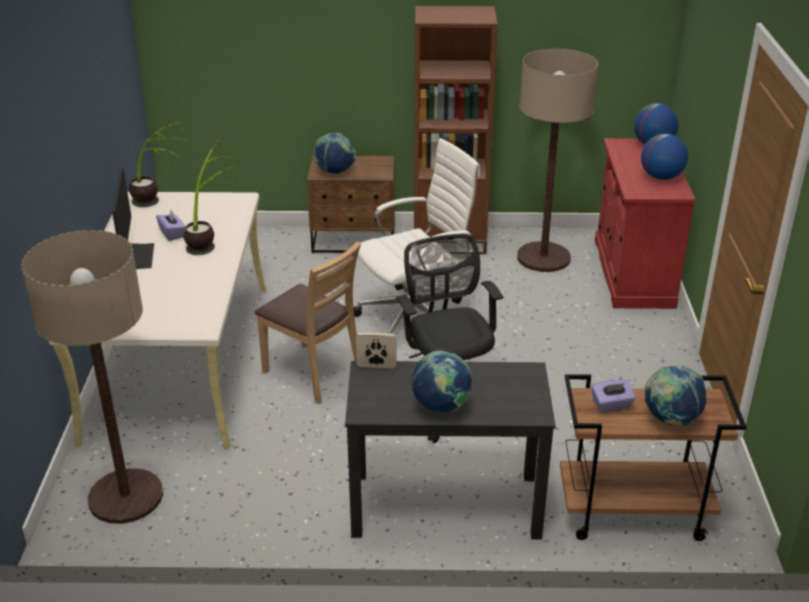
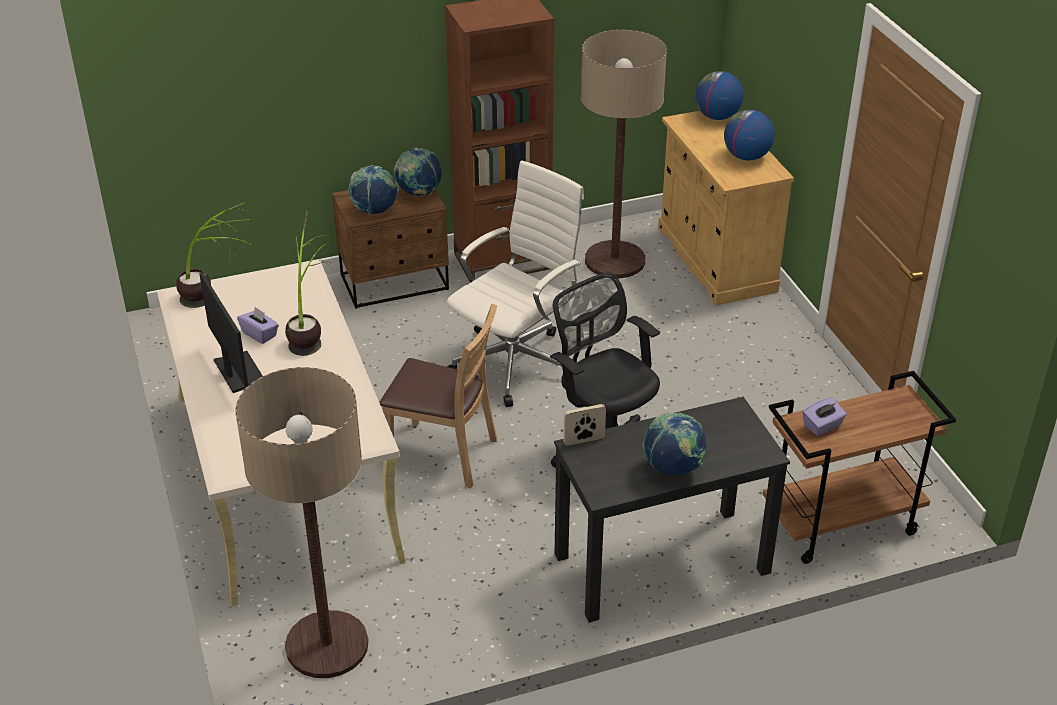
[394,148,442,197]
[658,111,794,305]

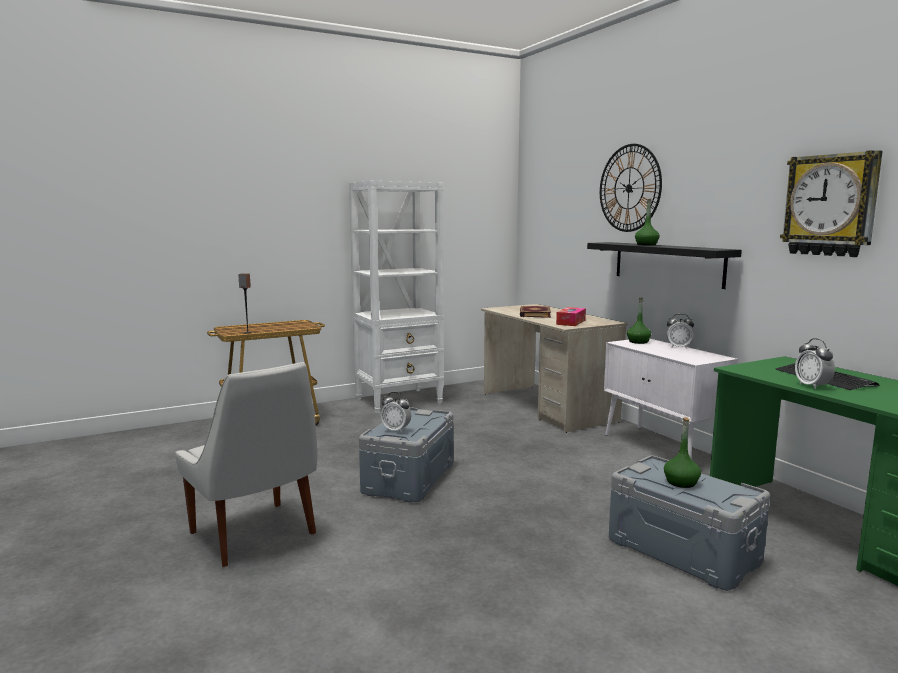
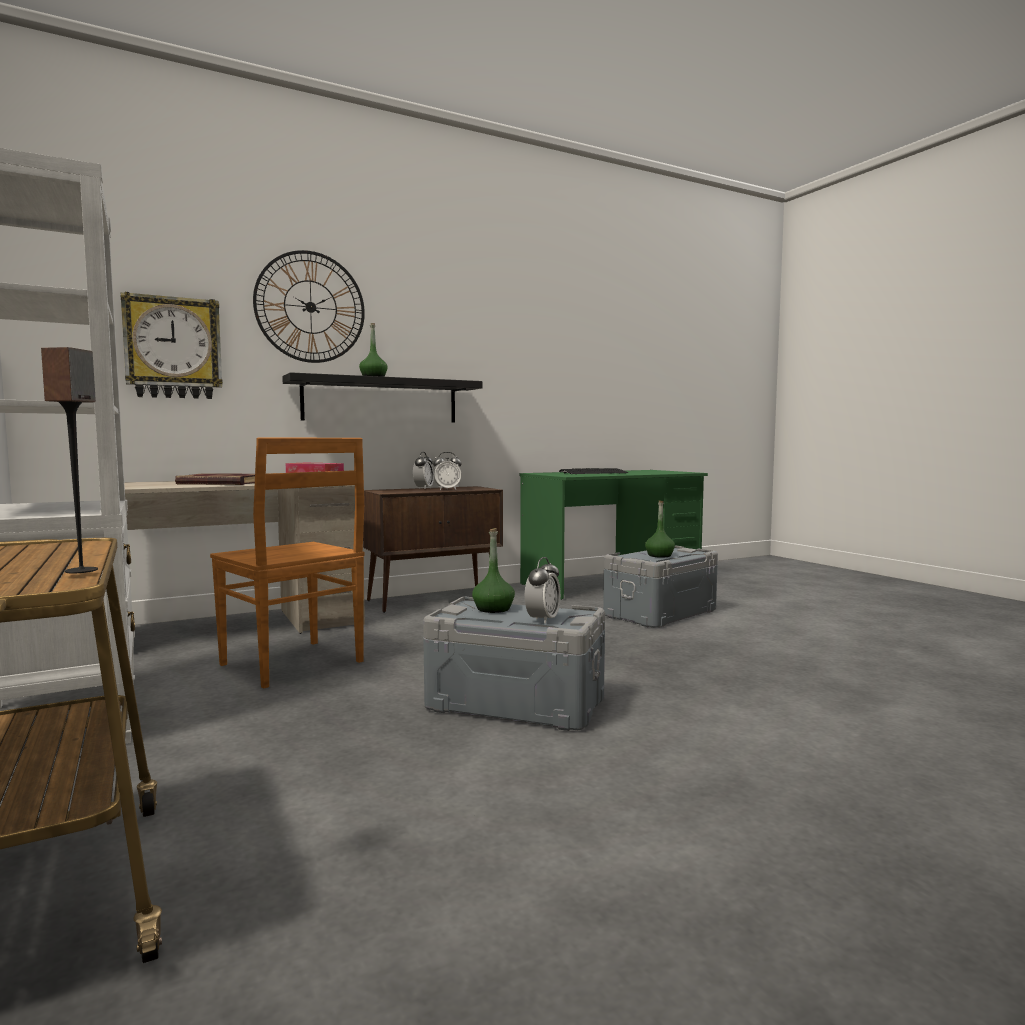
[121,292,223,399]
[210,437,364,688]
[363,486,503,613]
[433,452,462,490]
[472,528,515,613]
[175,362,318,567] (first image)

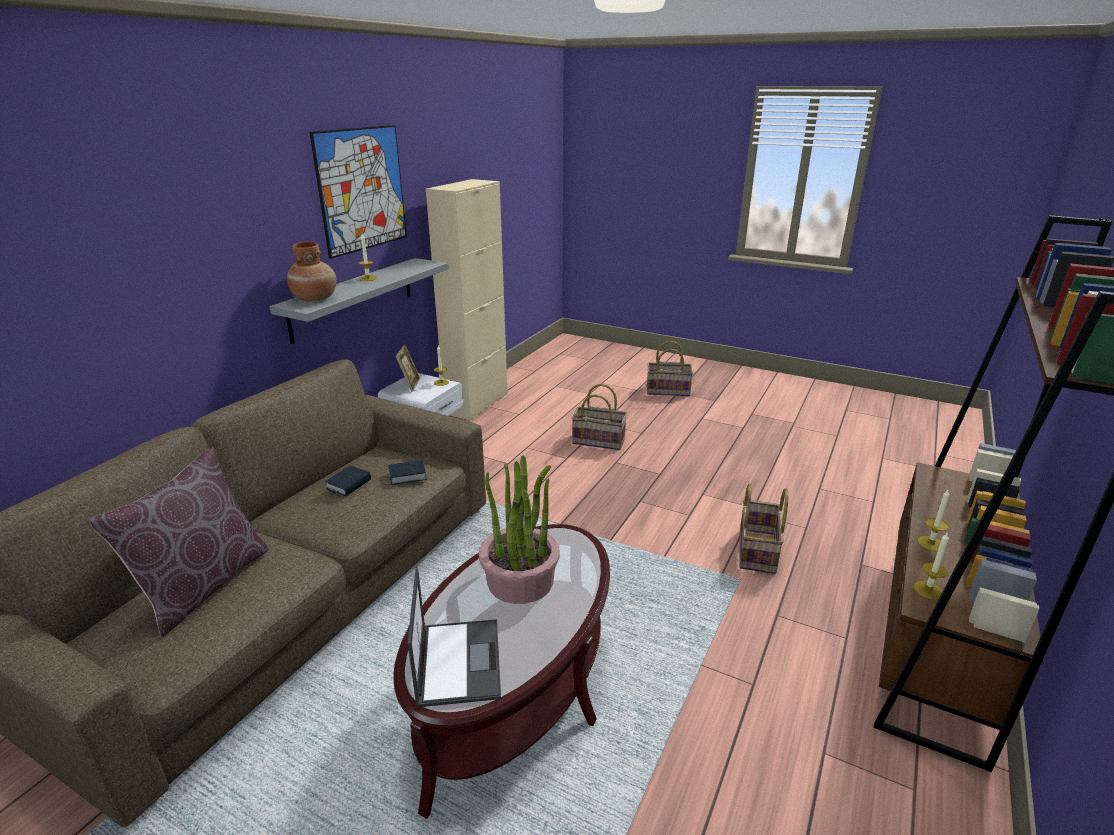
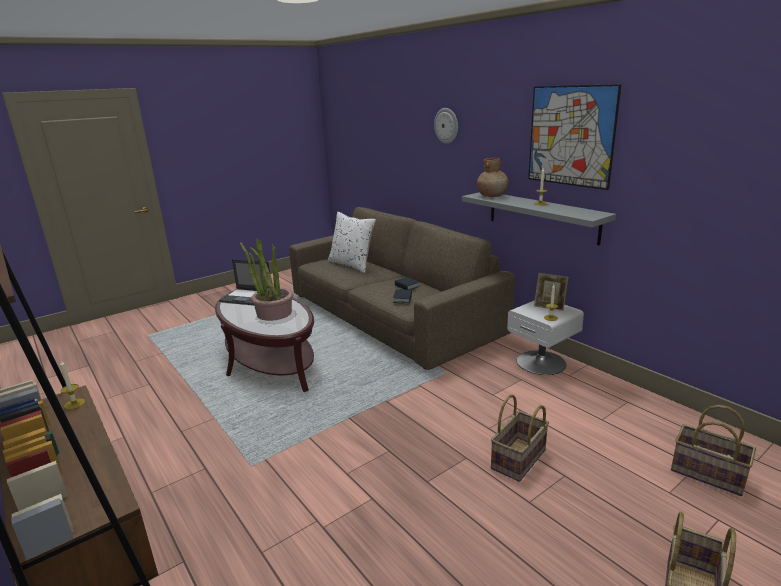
[328,212,376,273]
[434,108,458,144]
[671,405,756,496]
[426,179,508,421] (first image)
[918,490,950,551] (first image)

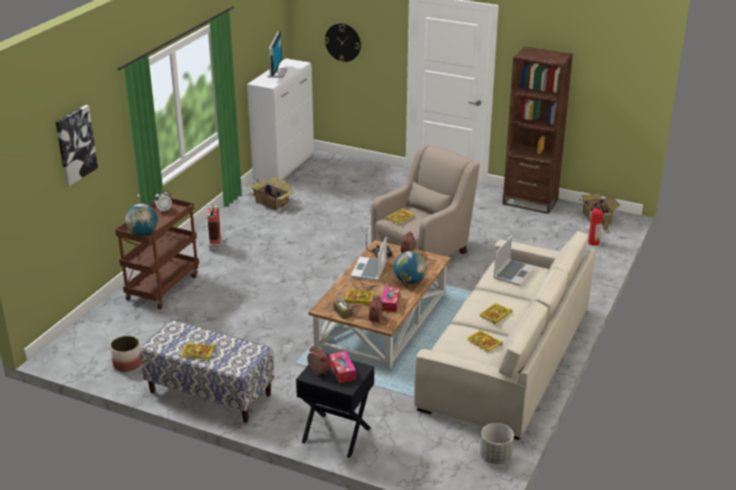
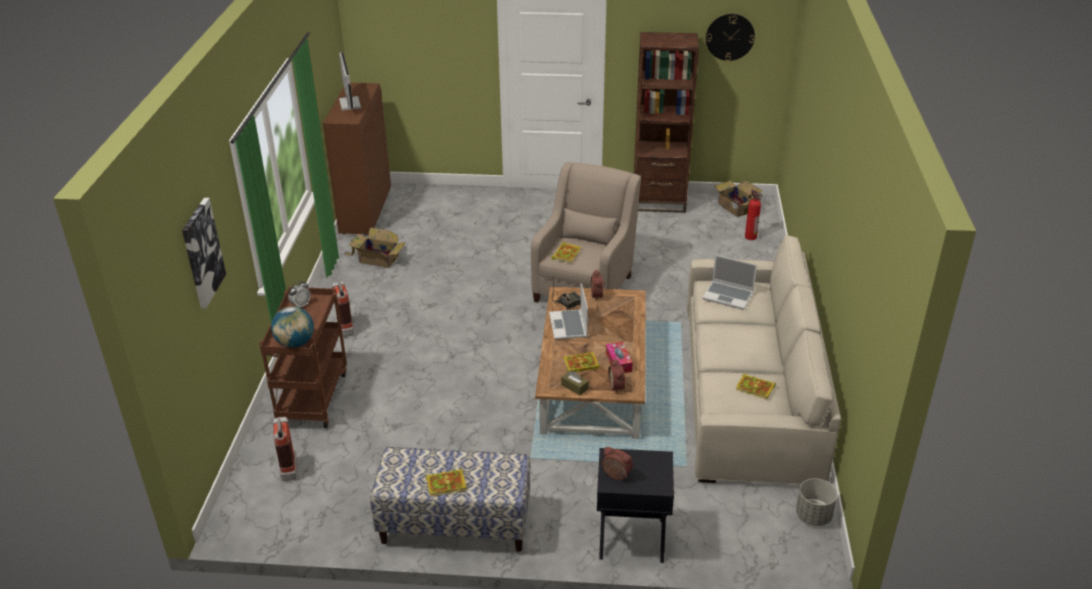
[273,417,297,481]
[323,83,391,235]
[702,255,757,310]
[706,14,755,61]
[110,336,141,372] (first image)
[329,351,356,383] (first image)
[394,251,427,284] (first image)
[479,303,513,324] (first image)

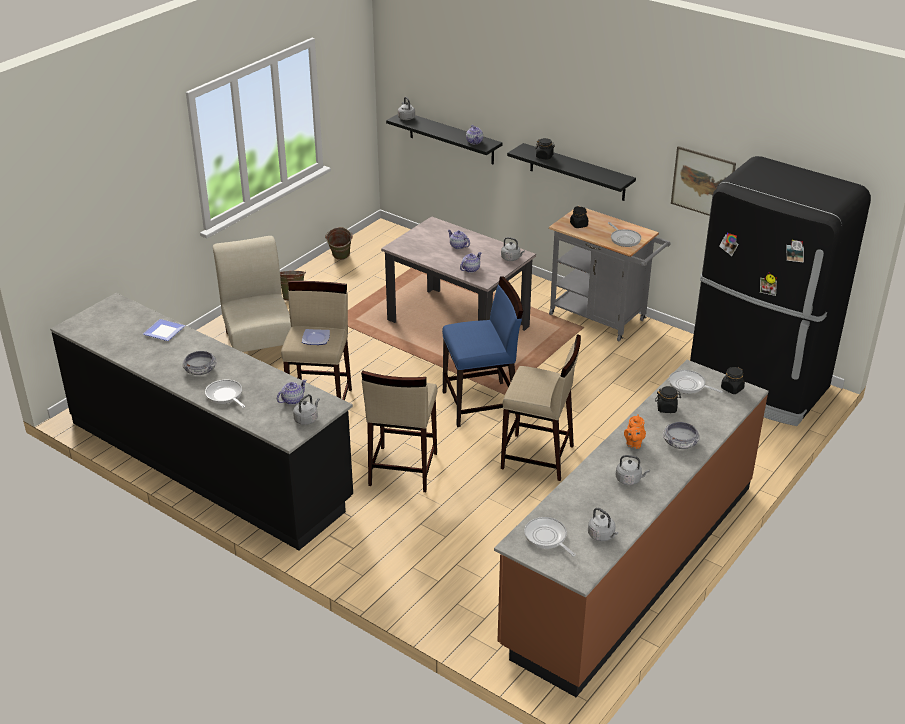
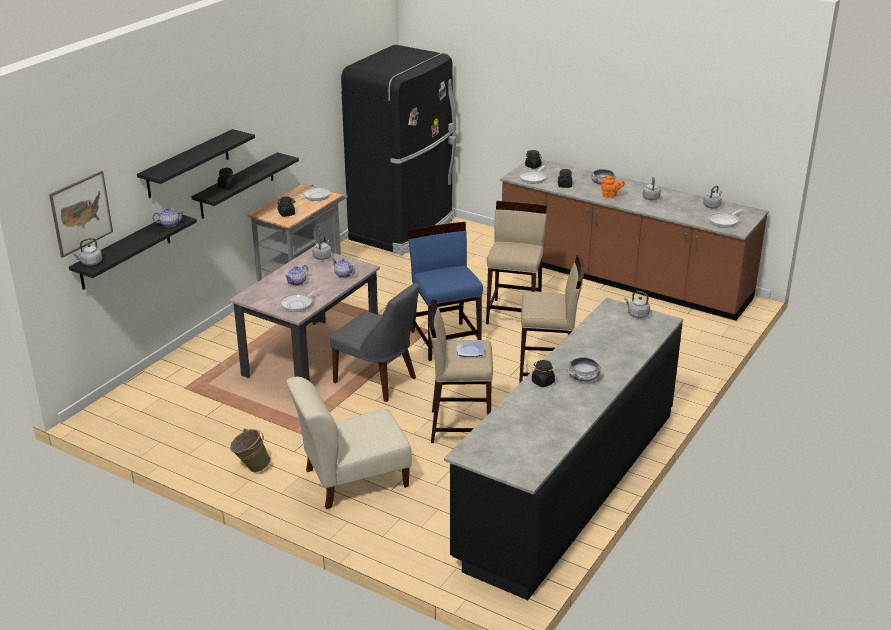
[49,171,113,258]
[137,129,255,198]
[280,289,322,312]
[330,283,419,402]
[532,360,555,387]
[143,319,185,341] (first image)
[277,379,307,405] (first image)
[325,227,353,260] (first image)

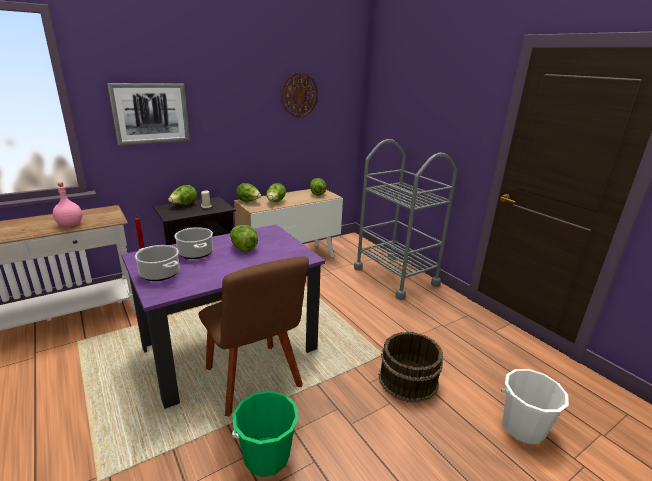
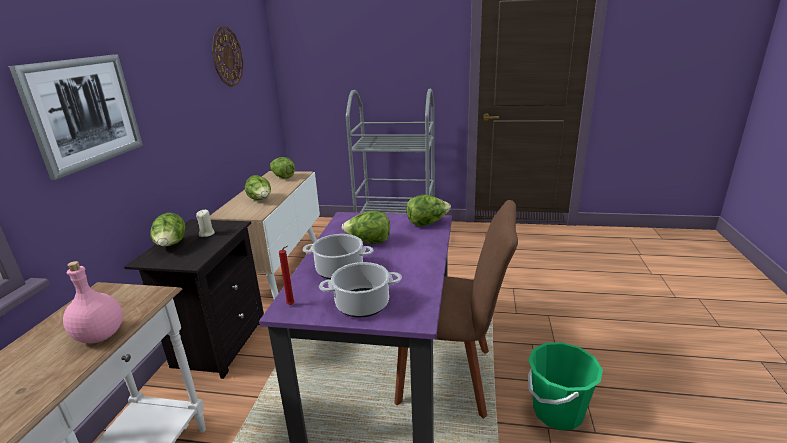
[406,195,451,226]
[379,332,443,403] (first image)
[501,369,569,444] (first image)

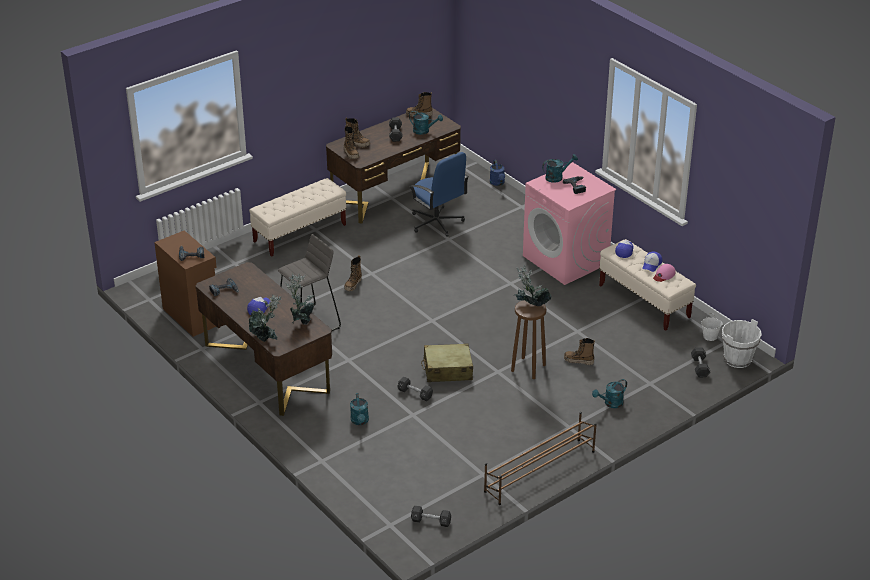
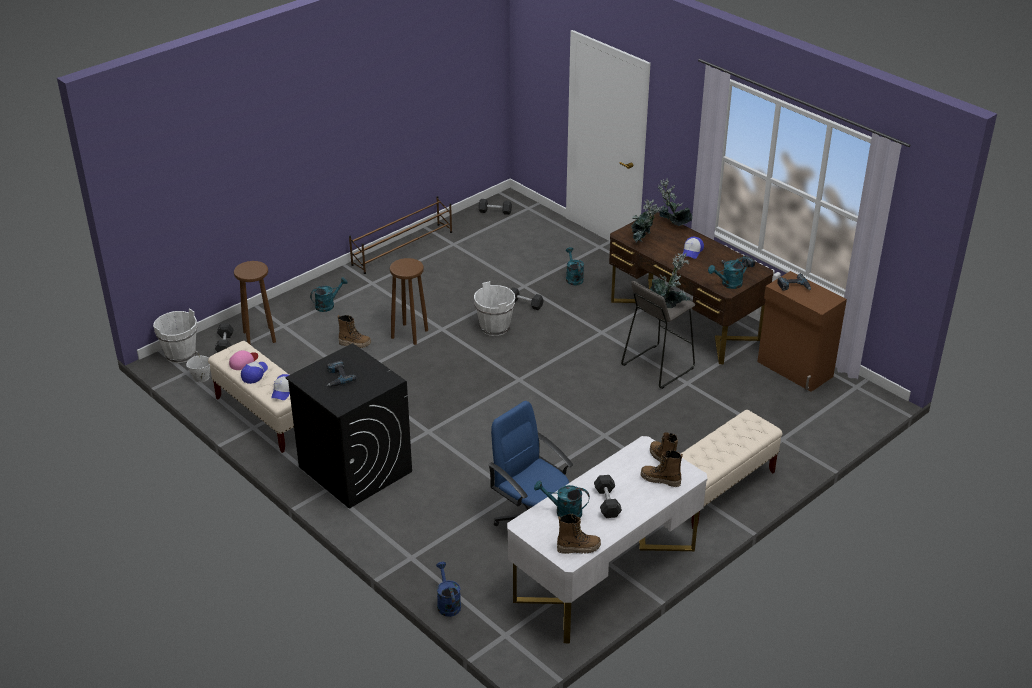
[234,261,276,345]
[285,343,412,509]
[474,281,515,336]
[507,436,708,643]
[649,253,690,308]
[708,257,748,289]
[344,255,362,291] (first image)

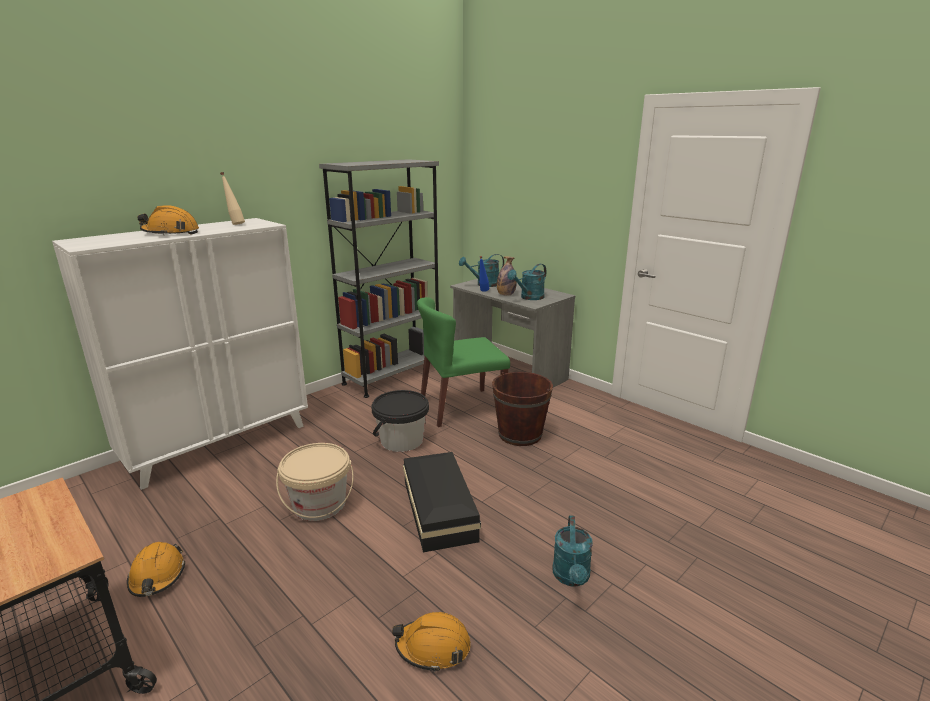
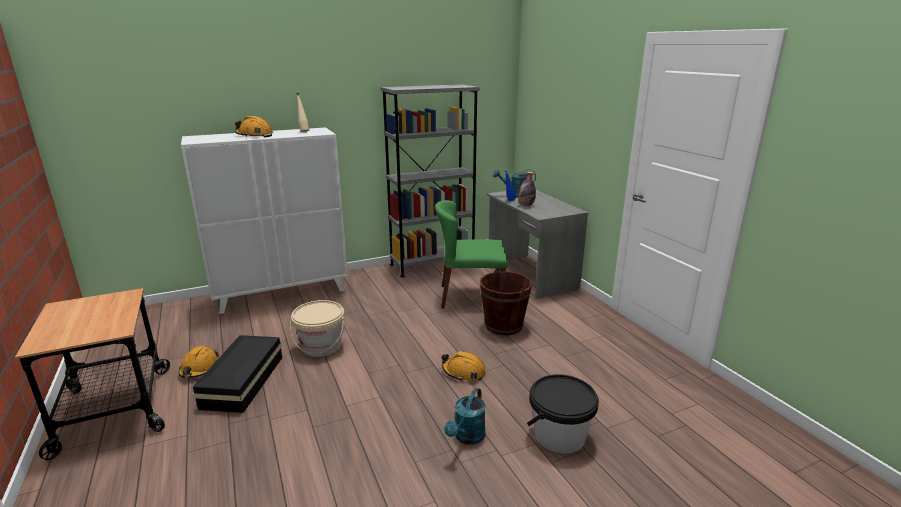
[193,335,282,413]
[441,351,486,381]
[527,374,599,453]
[507,264,547,300] (first image)

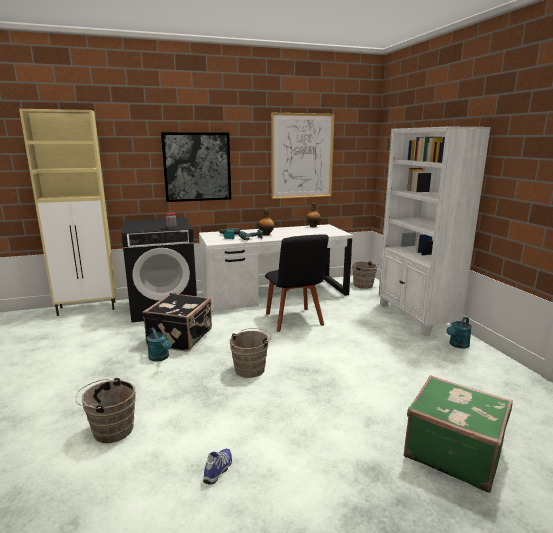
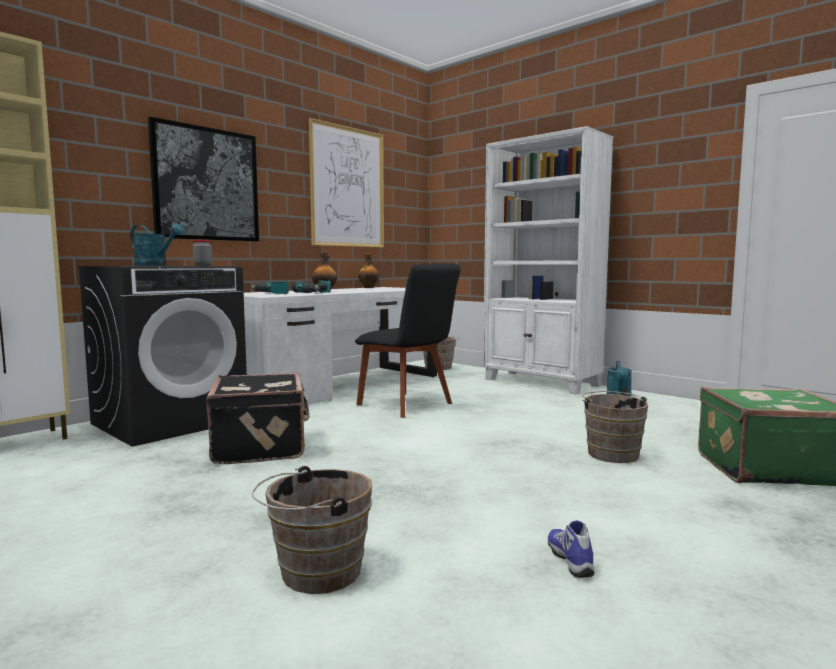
[130,223,184,266]
[582,391,648,463]

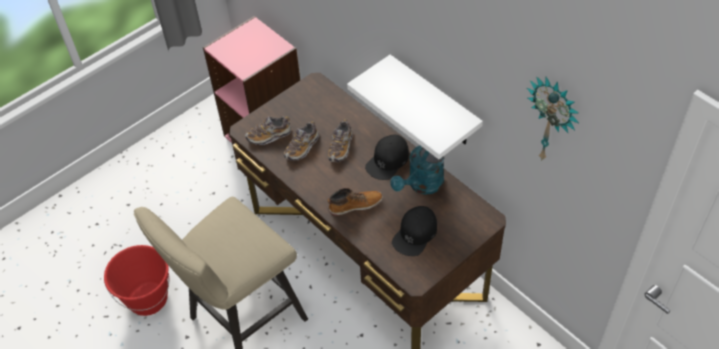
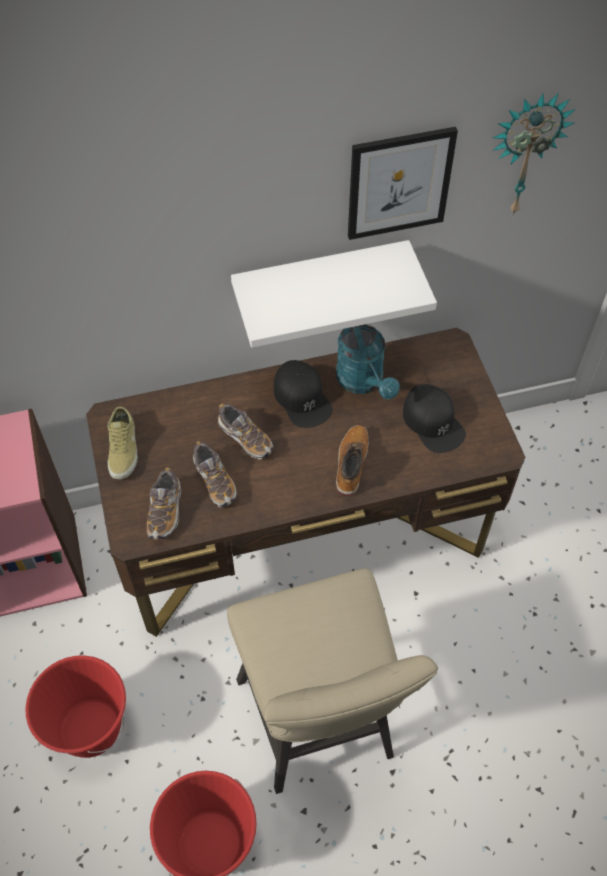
[25,656,126,758]
[107,407,138,479]
[348,127,458,240]

